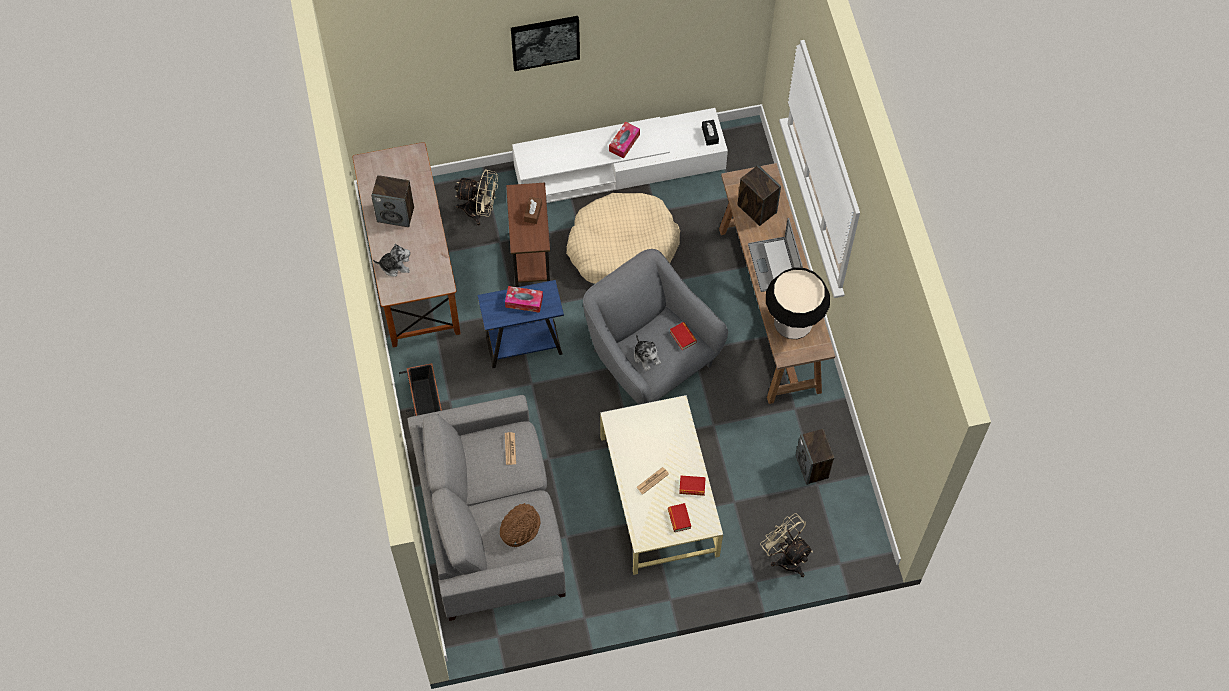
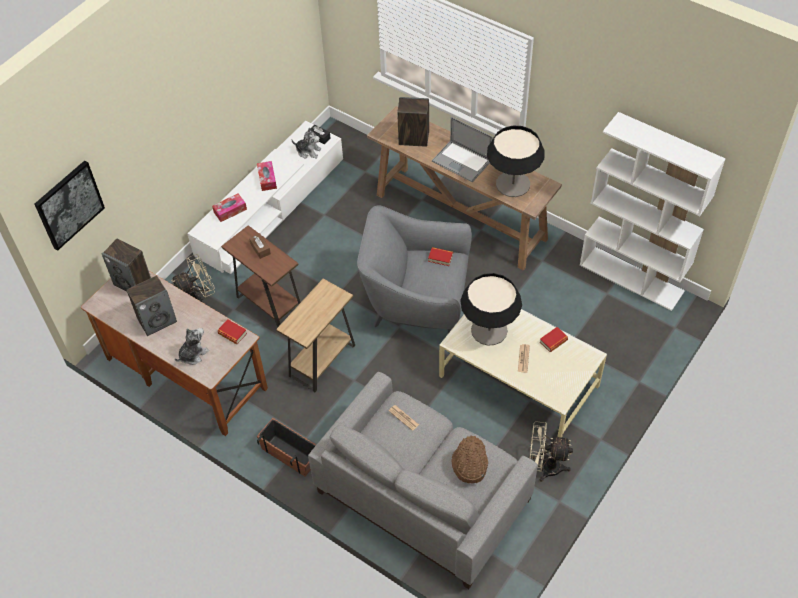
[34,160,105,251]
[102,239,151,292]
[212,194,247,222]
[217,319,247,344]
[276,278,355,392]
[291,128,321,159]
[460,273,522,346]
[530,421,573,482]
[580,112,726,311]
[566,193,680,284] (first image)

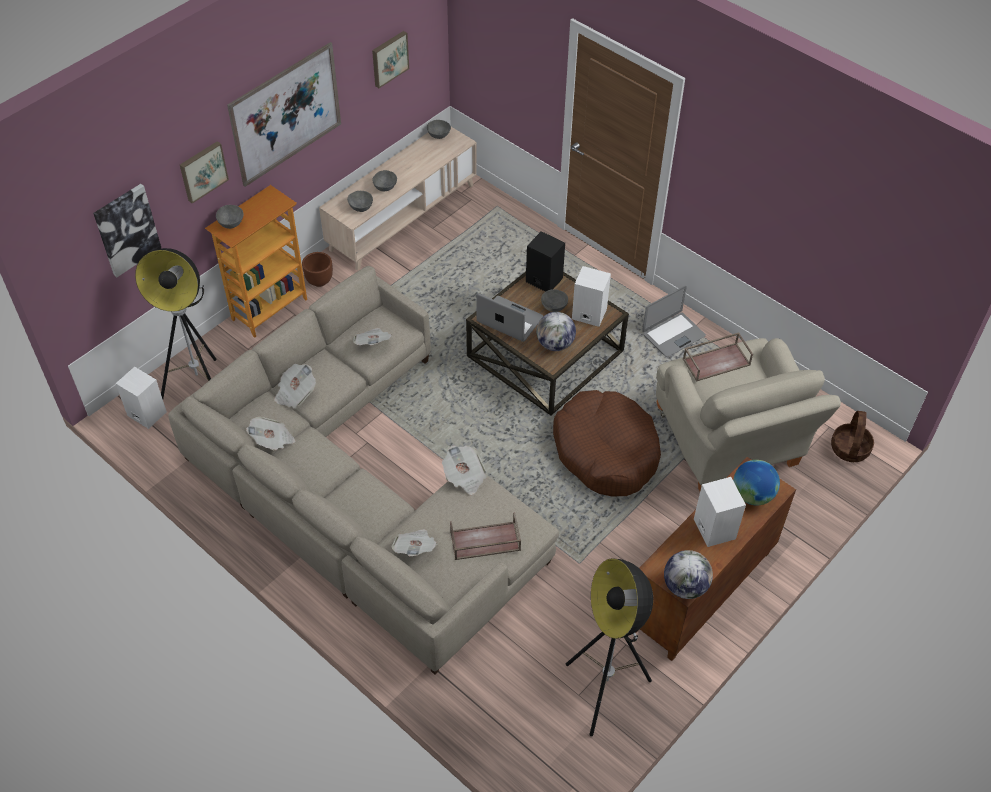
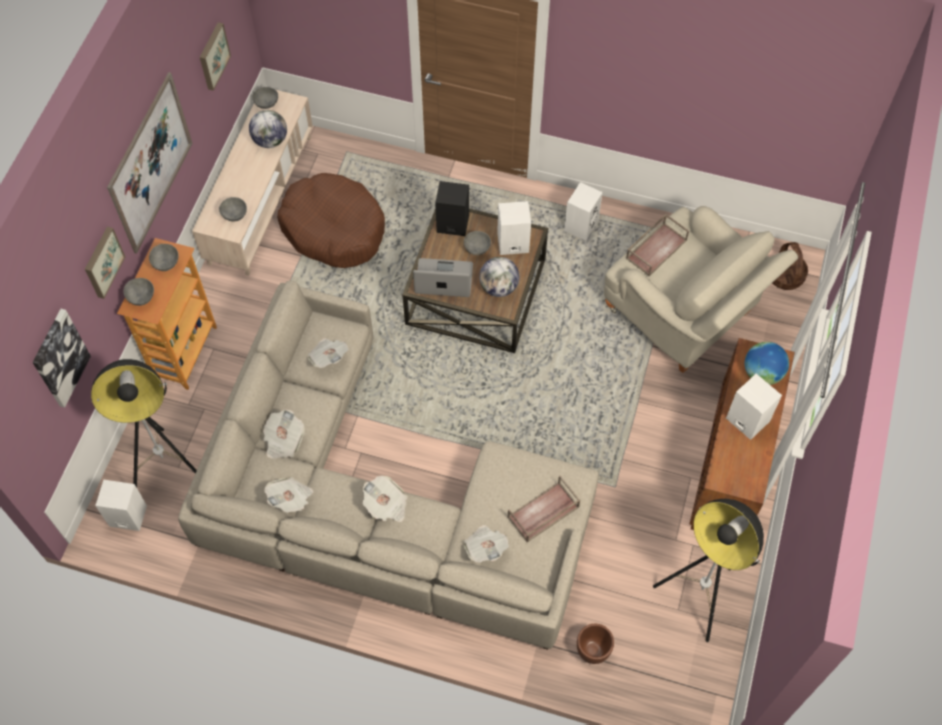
[149,244,179,271]
[249,110,287,148]
[277,173,385,268]
[363,476,408,522]
[564,182,603,241]
[577,624,614,664]

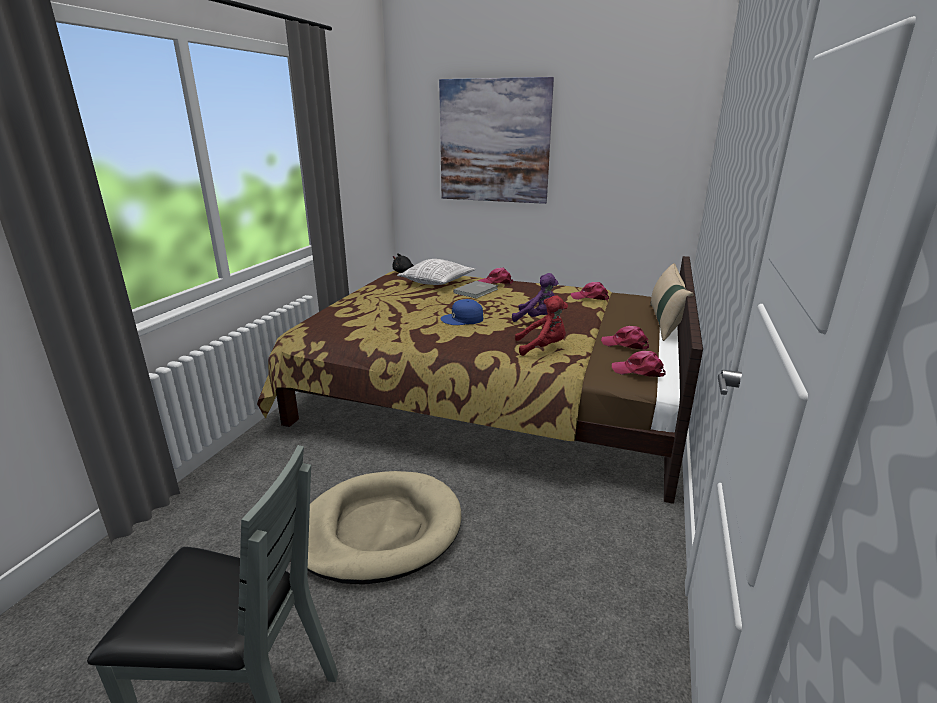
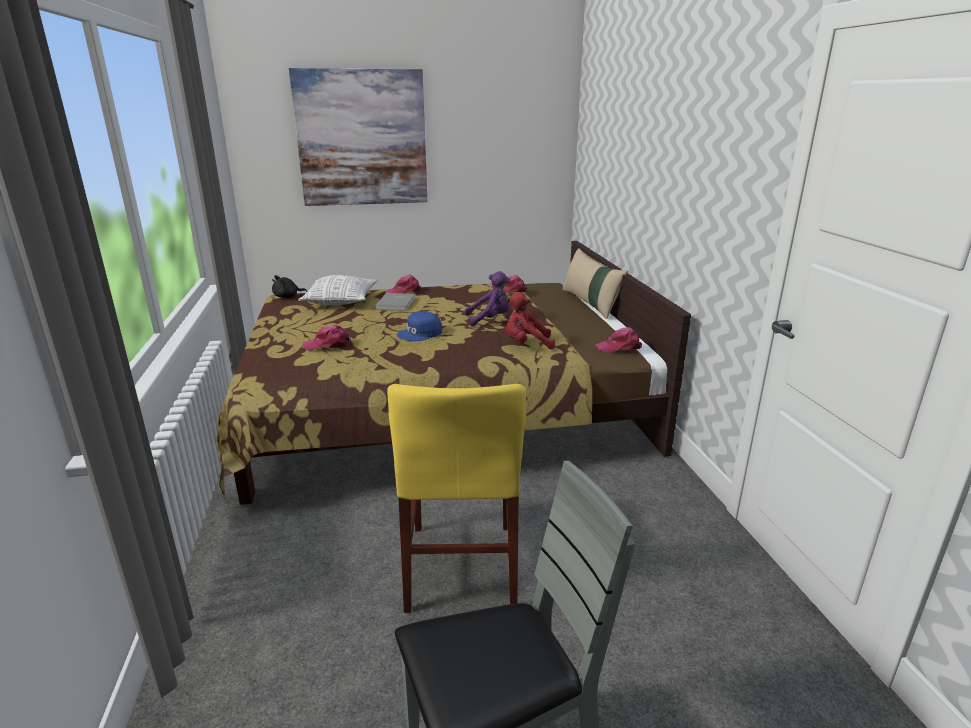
[302,325,352,351]
[387,384,526,613]
[506,292,555,349]

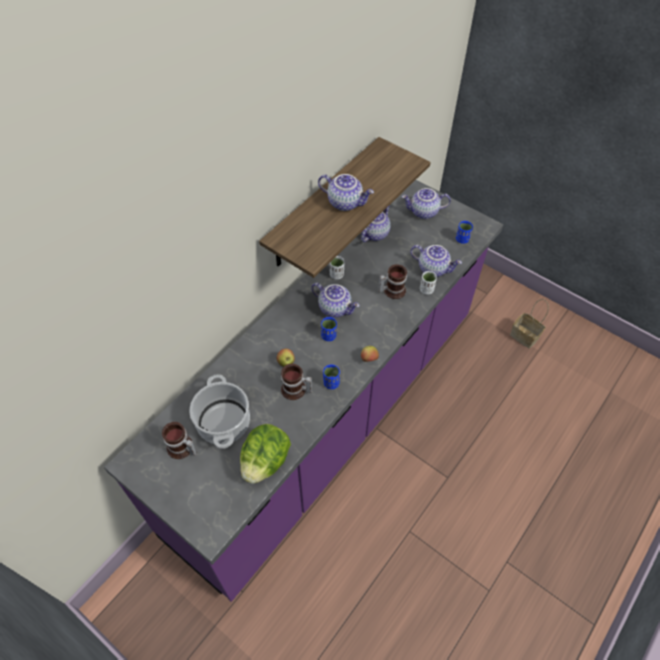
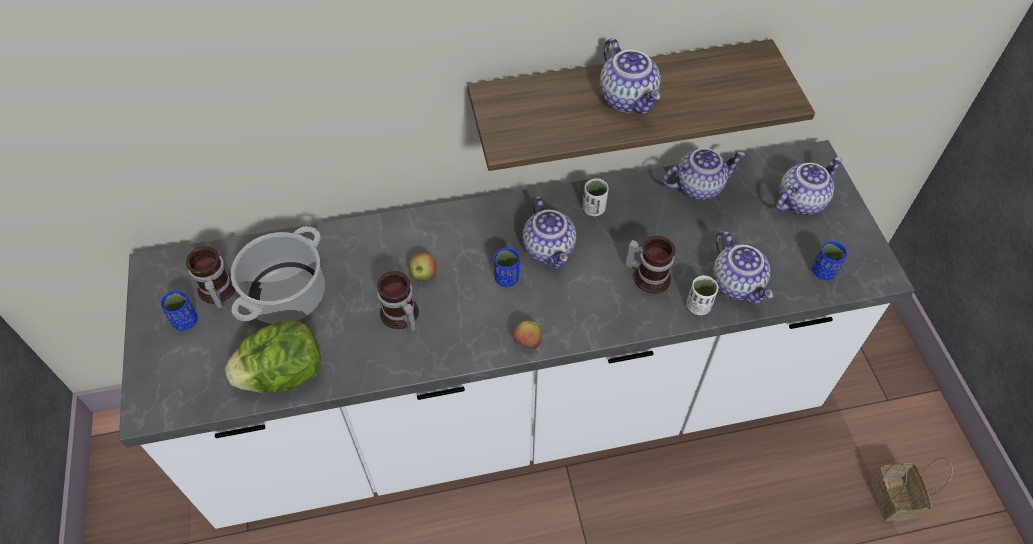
[119,140,915,529]
[160,291,198,330]
[776,157,842,215]

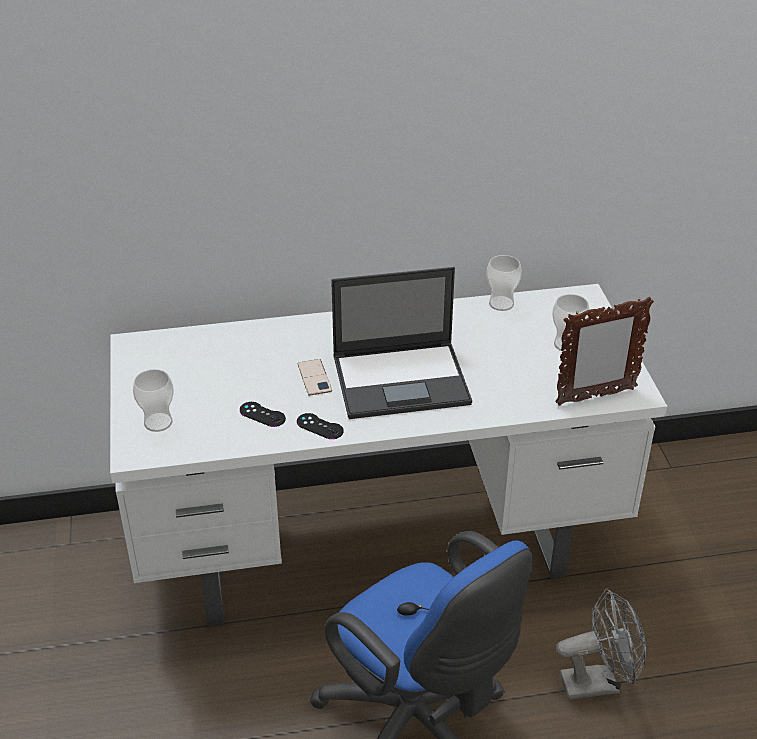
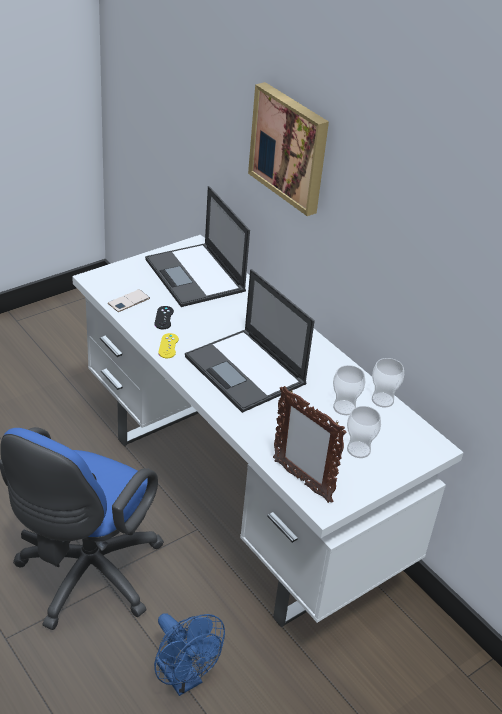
[108,289,150,312]
[145,186,250,307]
[154,613,225,696]
[158,333,179,358]
[248,82,329,216]
[333,365,365,415]

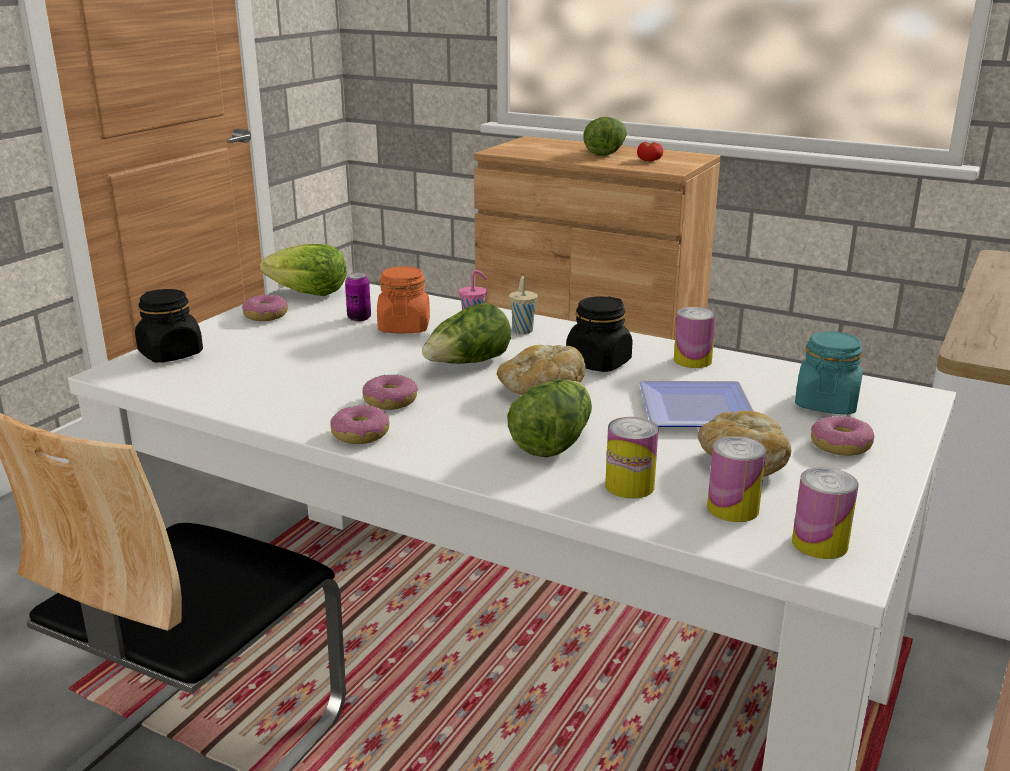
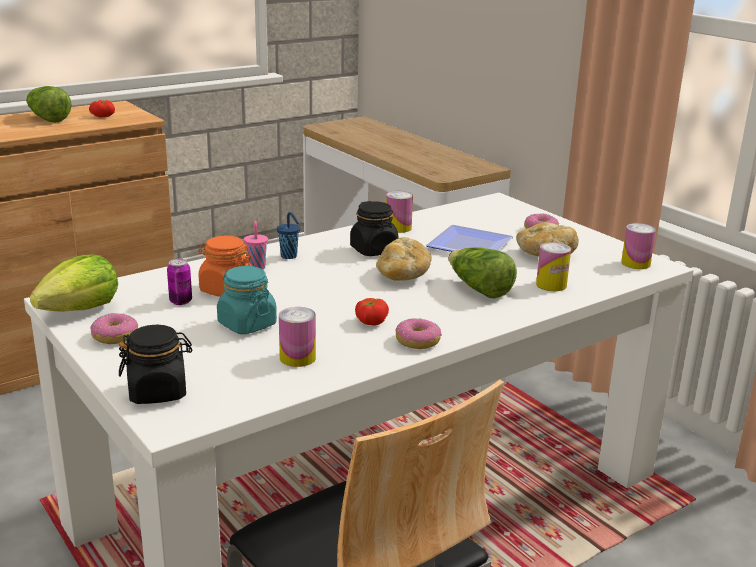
[217,266,277,334]
[277,212,300,259]
[279,307,316,367]
[355,298,389,326]
[422,303,511,364] (first image)

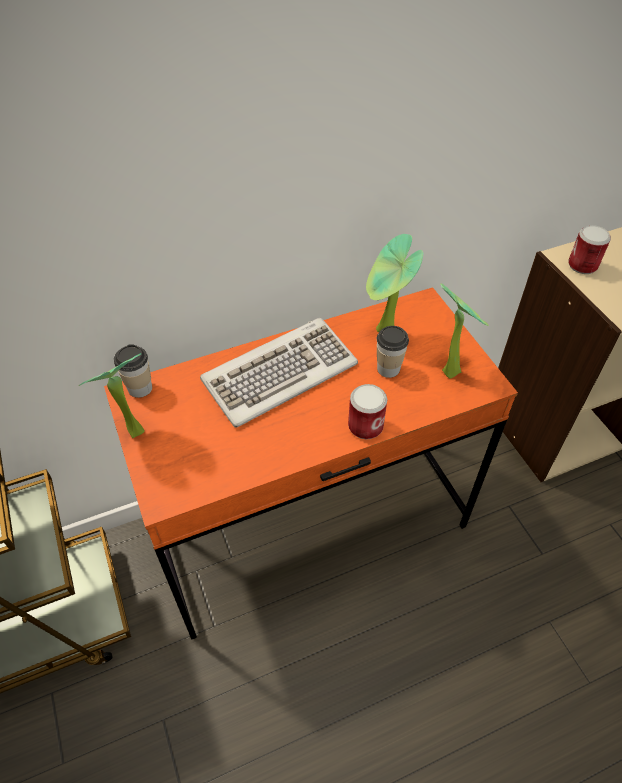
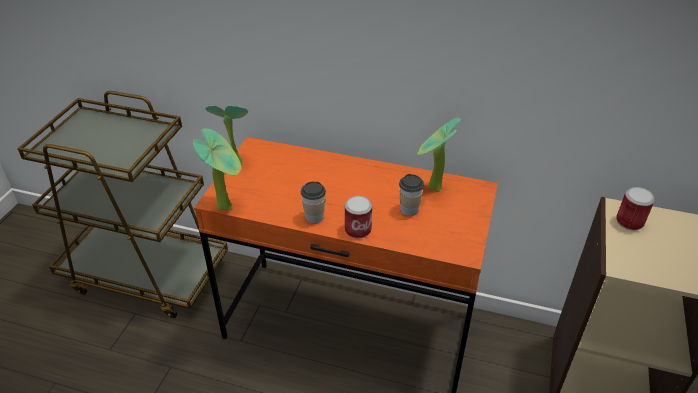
[193,128,241,211]
[301,182,326,224]
[200,318,358,427] (first image)

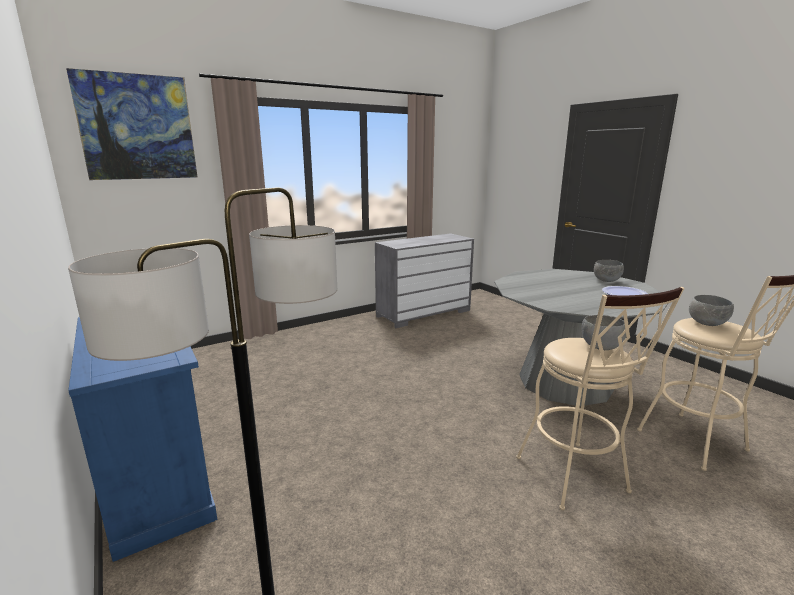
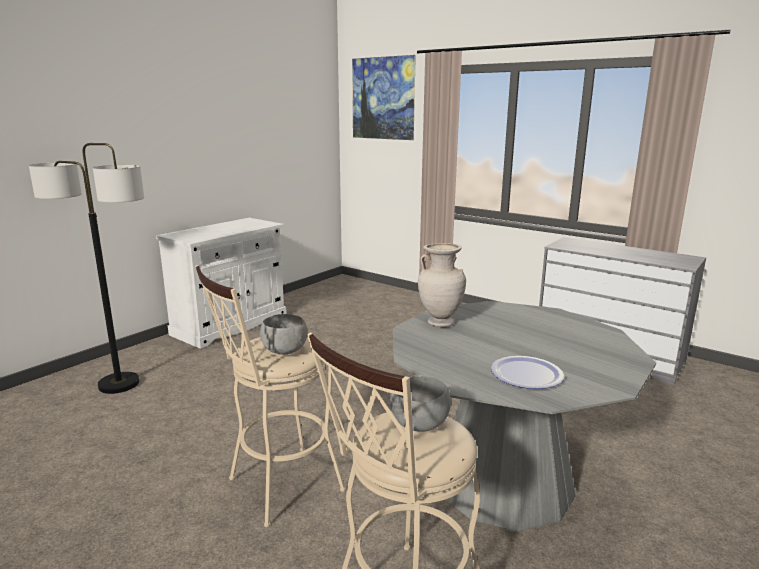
[156,218,286,349]
[418,243,466,327]
[594,260,624,282] (first image)

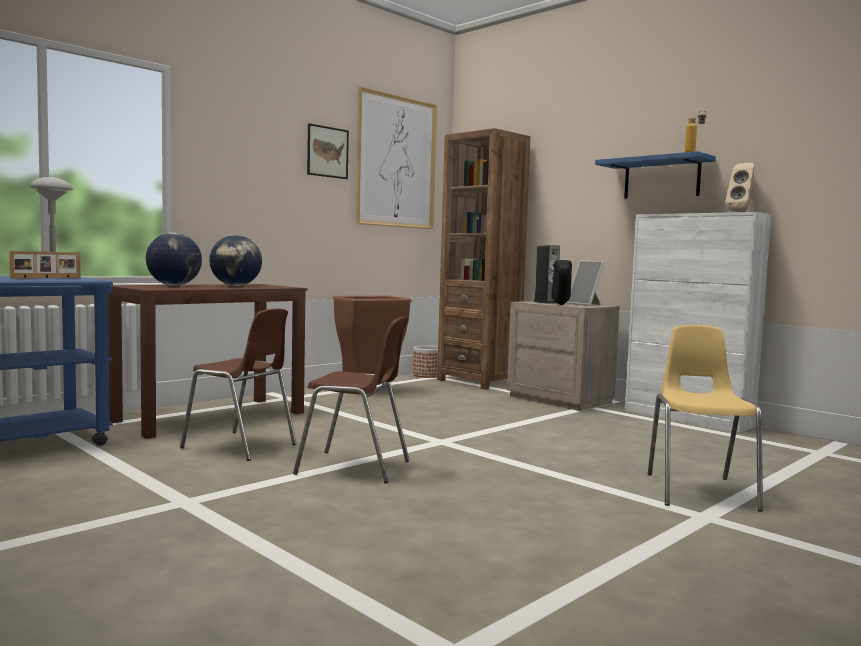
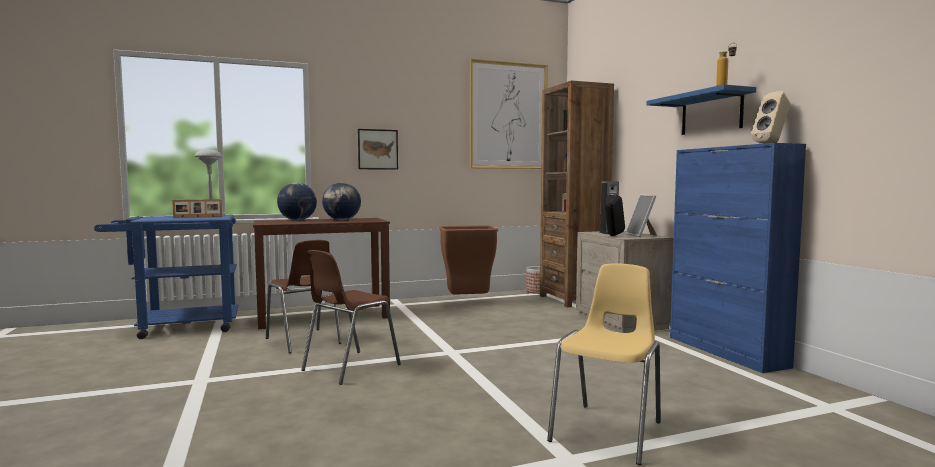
[301,250,401,385]
[358,129,398,170]
[670,143,806,373]

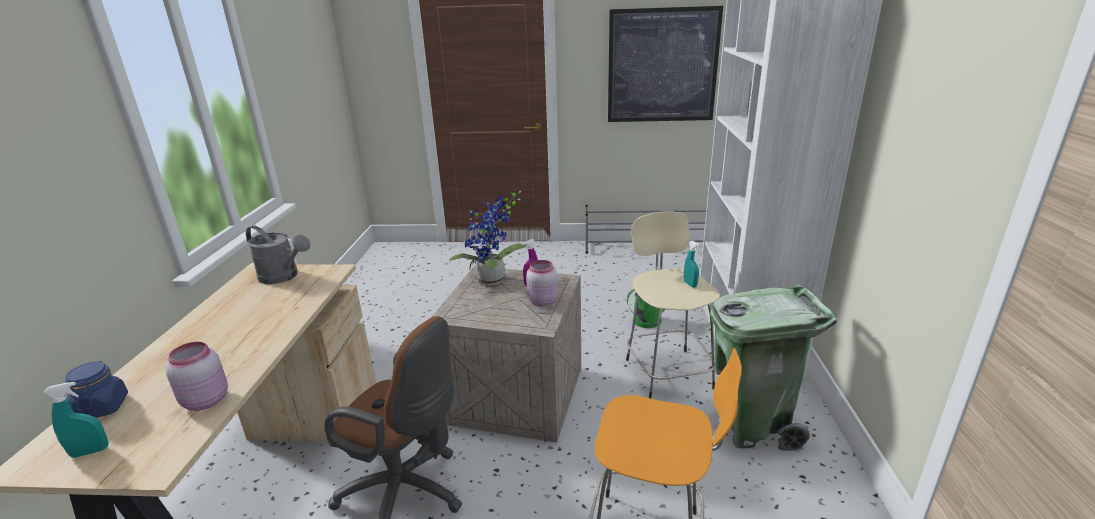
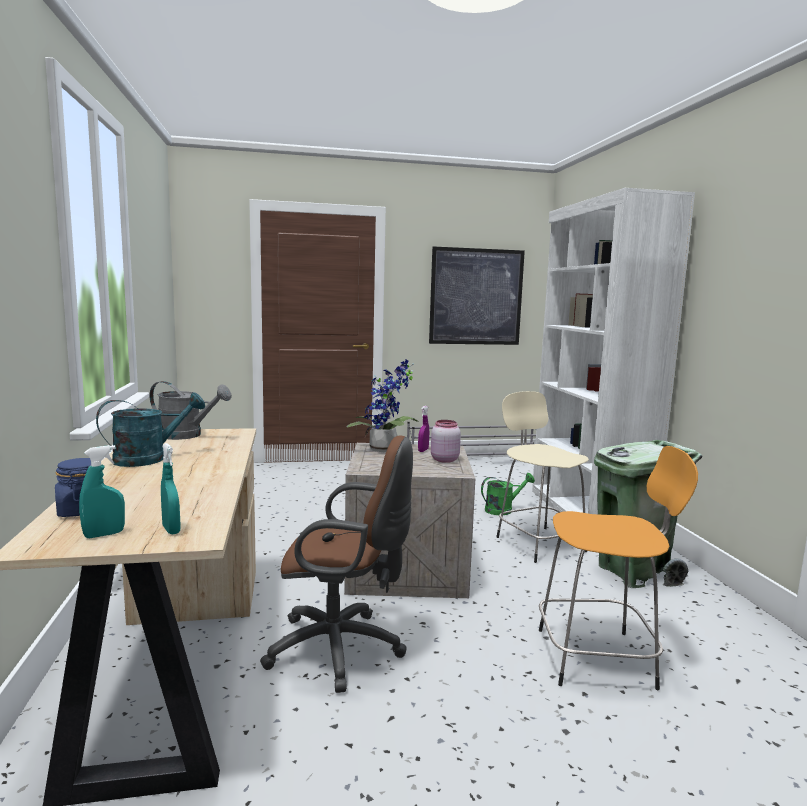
[96,392,205,467]
[161,443,180,535]
[166,342,228,411] (first image)

